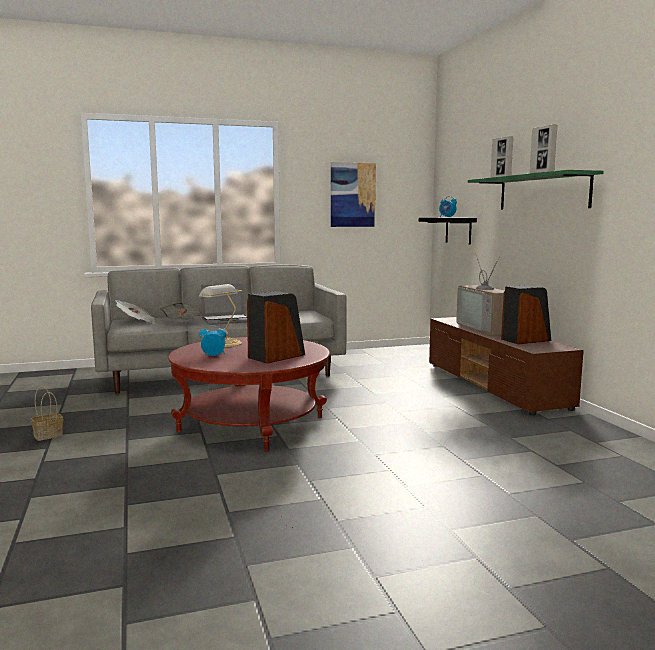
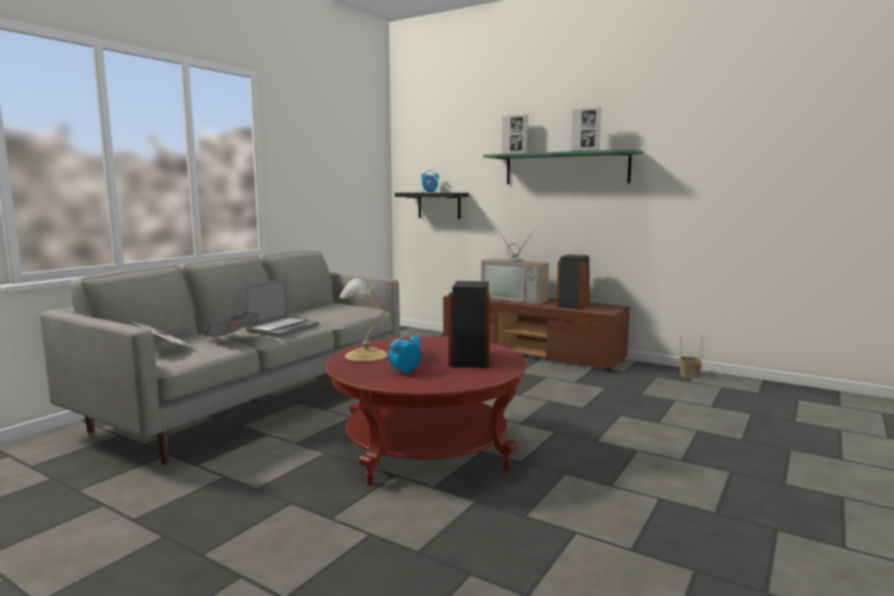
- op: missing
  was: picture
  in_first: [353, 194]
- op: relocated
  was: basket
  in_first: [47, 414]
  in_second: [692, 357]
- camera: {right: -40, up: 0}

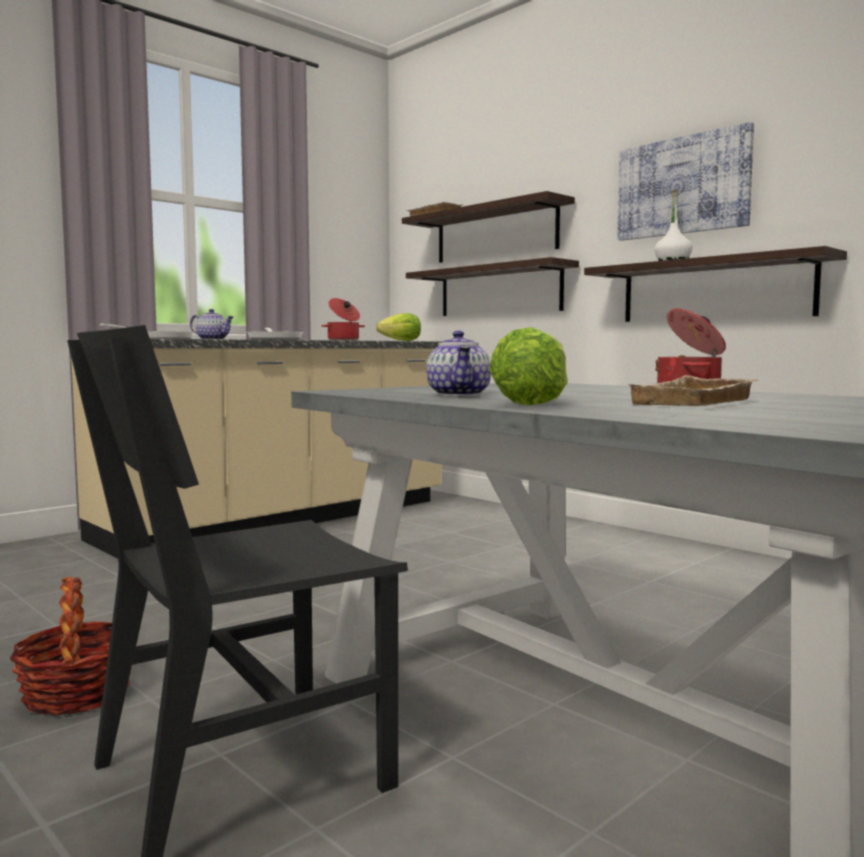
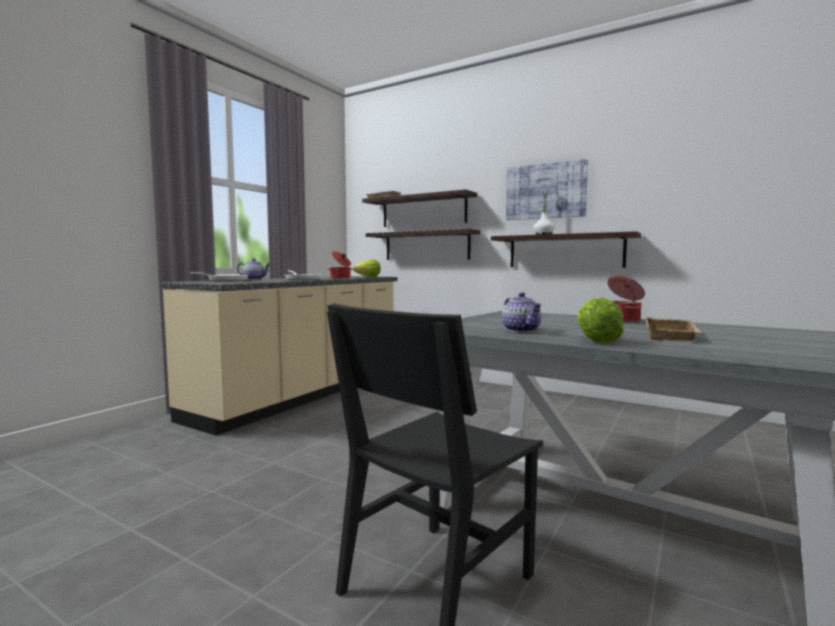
- op: missing
  was: basket
  in_first: [70, 646]
- camera: {right: -15, up: 0}

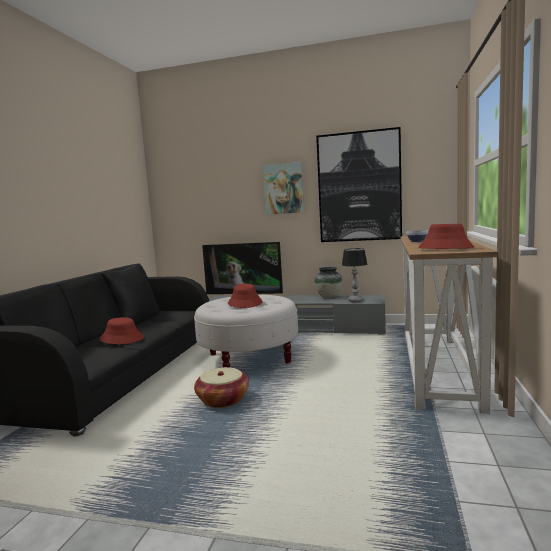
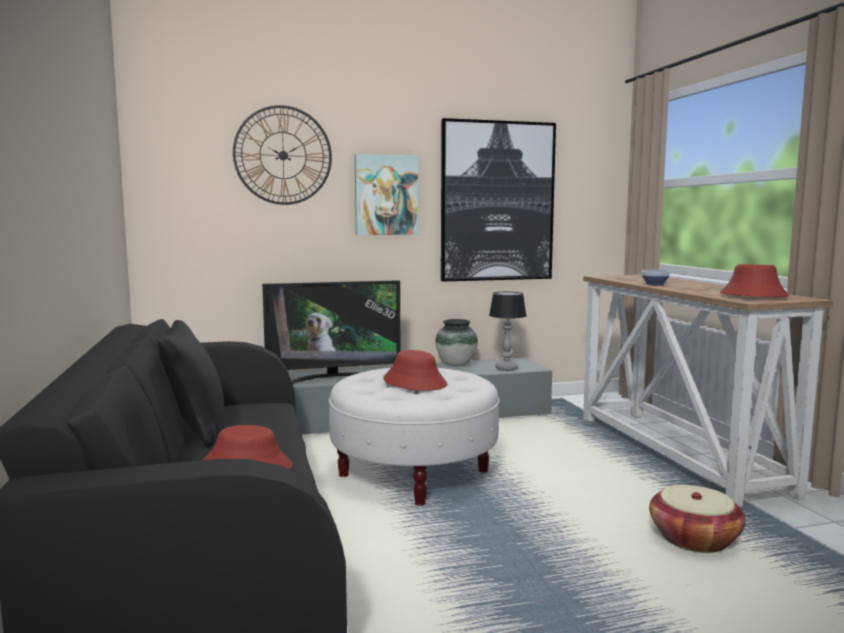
- op: appeared
  now: wall clock
  in_second: [282, 155]
- op: relocated
  was: basket
  in_first: [221, 387]
  in_second: [697, 519]
- camera: {right: -30, up: 0}

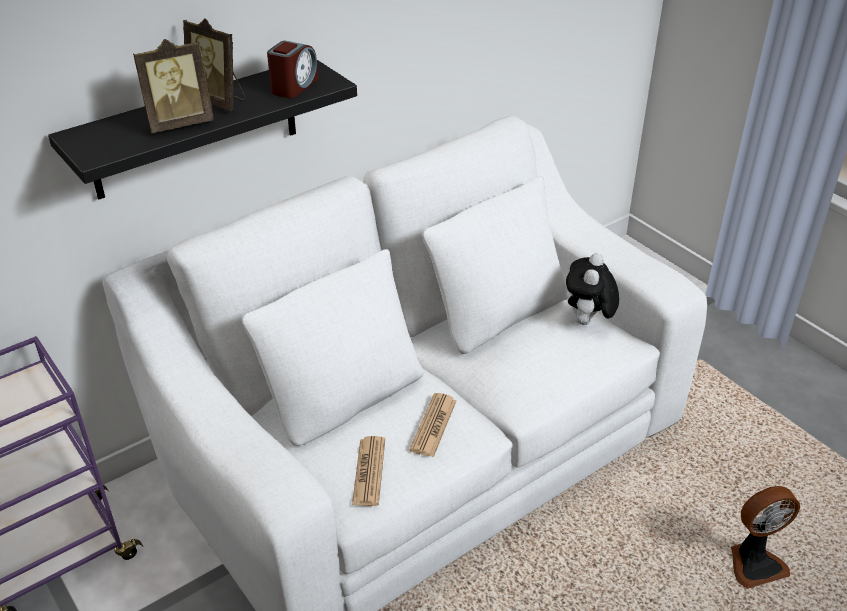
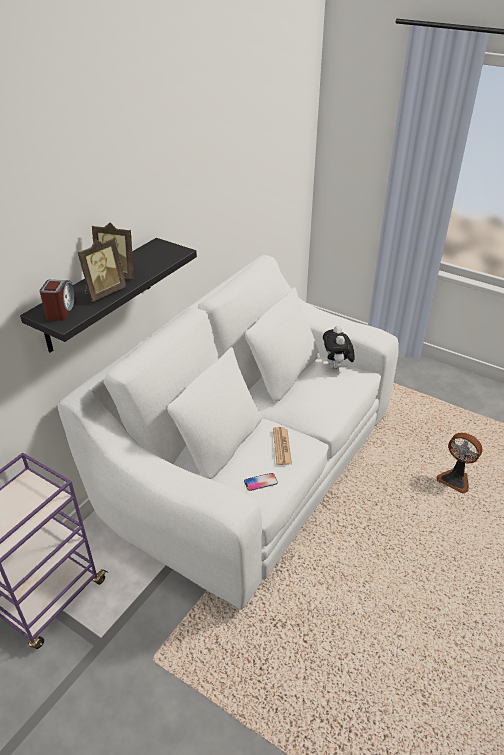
- op: relocated
  was: alarm clock
  in_first: [292, 69]
  in_second: [58, 300]
- op: exchanged
  was: newspaper
  now: phone
  in_first: [368, 471]
  in_second: [261, 482]
- op: spun
  was: fan
  in_first: [765, 537]
  in_second: [459, 463]
  clockwise: 75
- camera: {right: -20, up: 0}

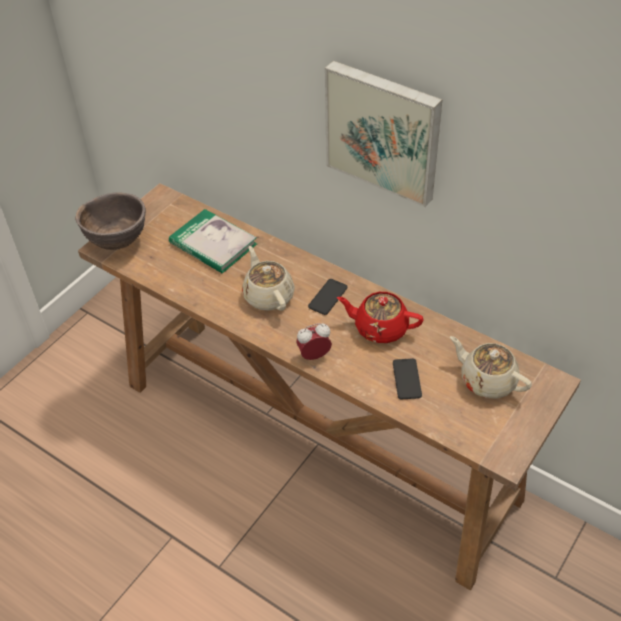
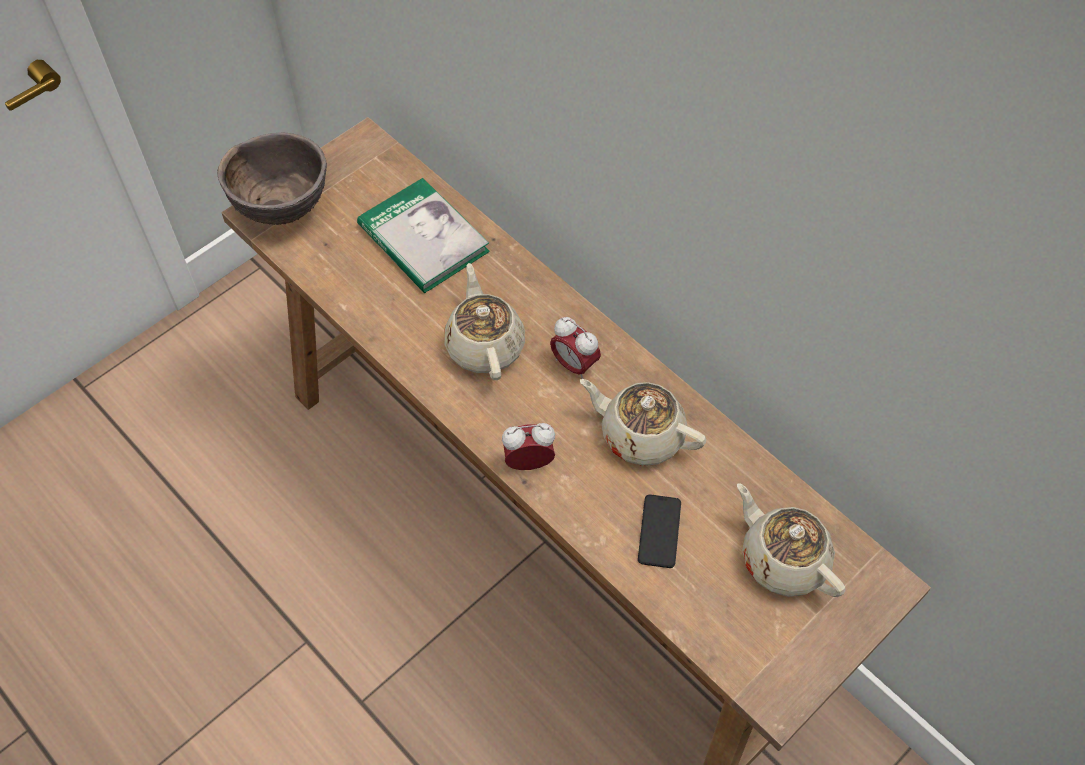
- op: missing
  was: picture
  in_first: [383, 134]
- op: exchanged
  was: phone
  now: alarm clock
  in_first: [327, 297]
  in_second: [575, 348]
- op: colour
  was: teapot (red)
  now: teapot (beige)
  in_first: [380, 317]
  in_second: [643, 422]
- camera: {right: 10, up: 10}

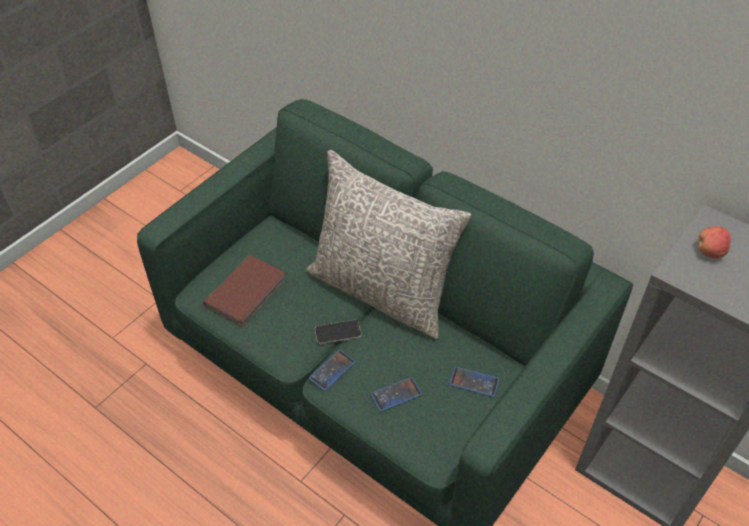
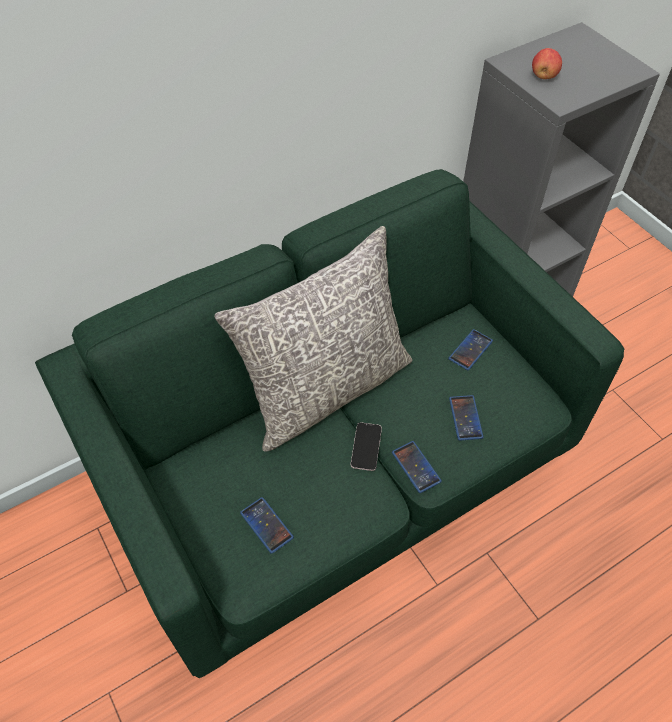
- op: exchanged
  was: book (brown)
  now: phone
  in_first: [244, 290]
  in_second: [267, 525]
- camera: {right: -70, up: 5}

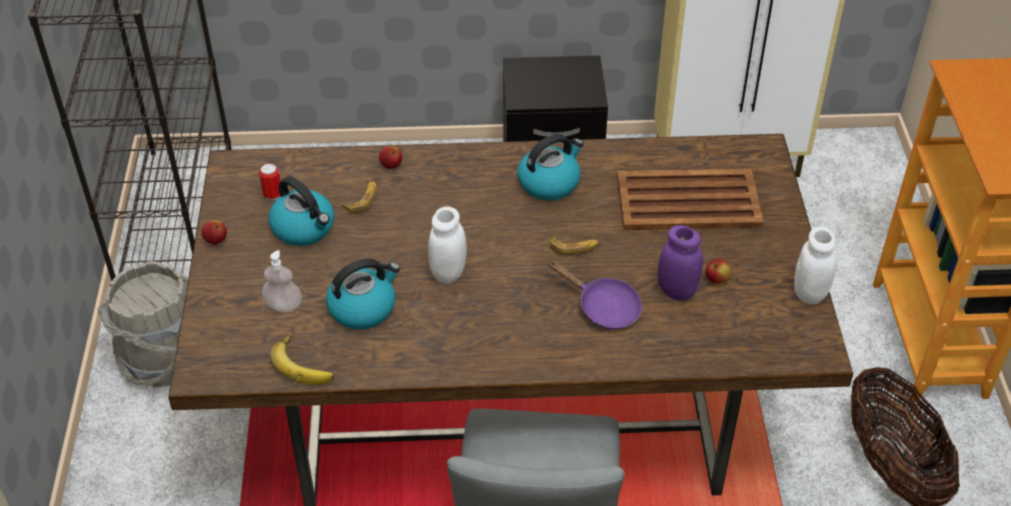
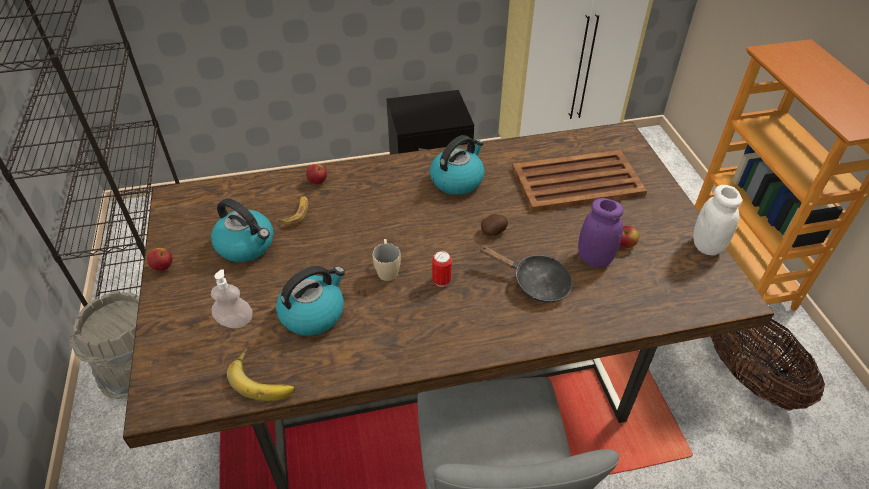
- op: relocated
  was: can
  in_first: [270, 181]
  in_second: [442, 269]
- op: exchanged
  was: jar (white)
  now: mug (beige)
  in_first: [447, 245]
  in_second: [387, 260]
- op: exchanged
  was: banana
  now: potato
  in_first: [575, 245]
  in_second: [494, 225]
- op: colour
  was: frying pan (purple)
  now: frying pan (black)
  in_first: [595, 295]
  in_second: [525, 274]
- camera: {right: -10, up: 0}

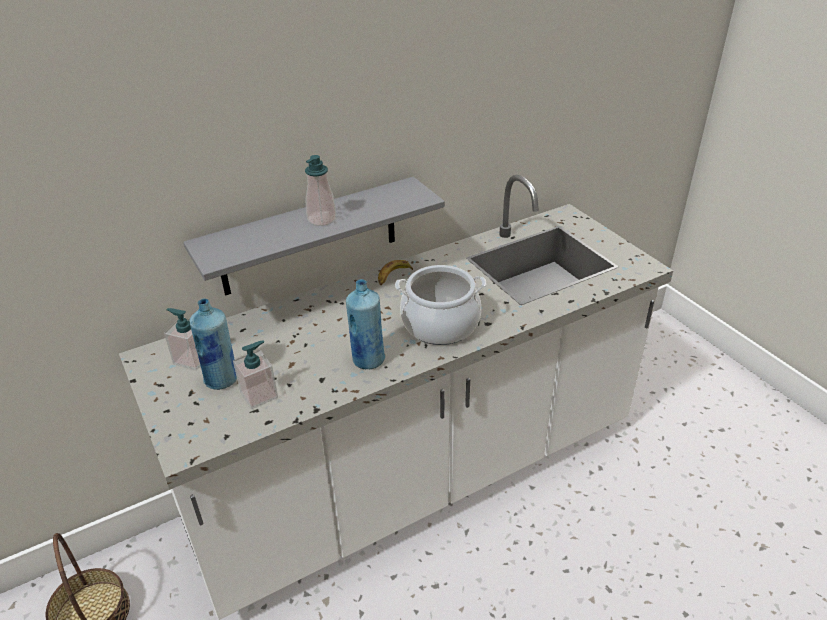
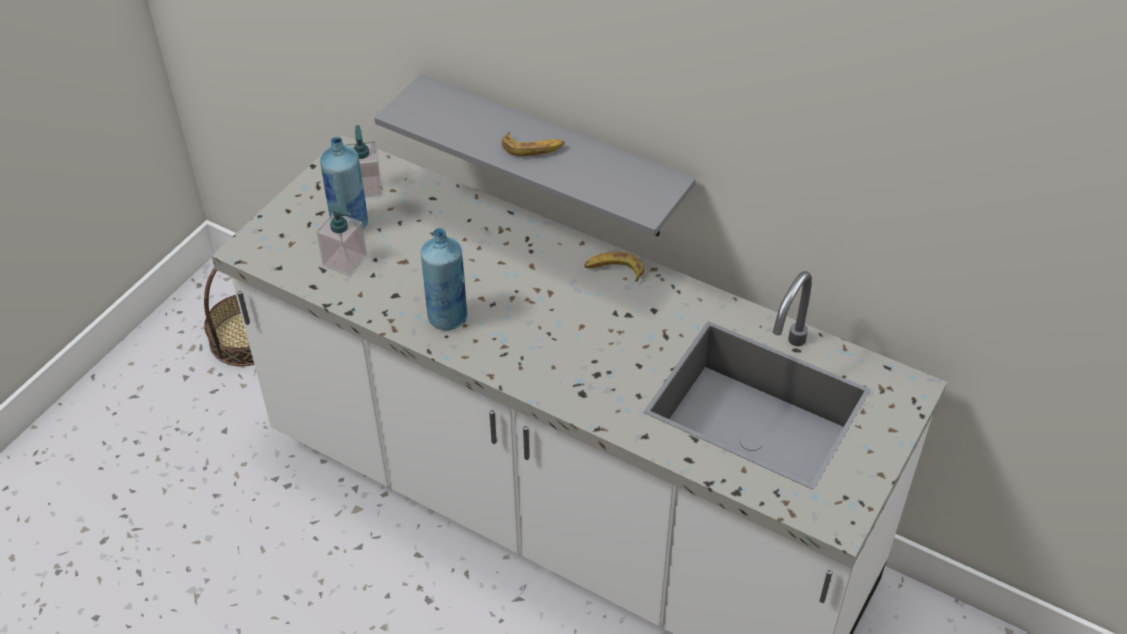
- op: missing
  was: cooking pot
  in_first: [440, 305]
- op: exchanged
  was: soap dispenser
  now: banana
  in_first: [320, 190]
  in_second: [533, 144]
- camera: {right: 60, up: 10}

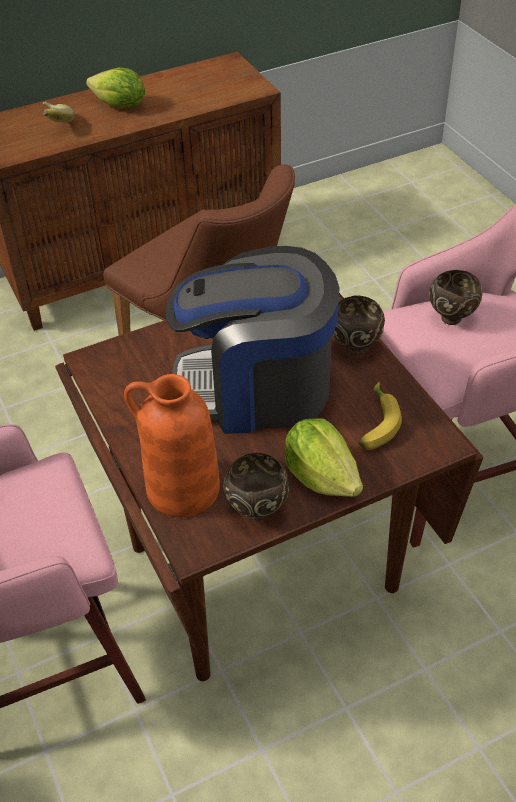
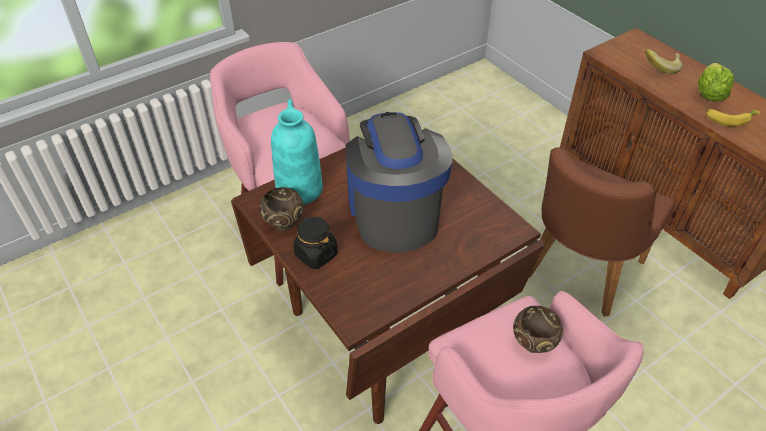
- op: missing
  was: bowl (brown)
  in_first: [358, 325]
- op: relocated
  was: banana
  in_first: [380, 416]
  in_second: [733, 118]
- op: exchanged
  was: lettuce
  now: jar (black)
  in_first: [323, 458]
  in_second: [316, 243]
- op: colour
  was: vase (orange)
  now: vase (turquoise)
  in_first: [172, 445]
  in_second: [297, 151]
- camera: {right: 80, up: 0}

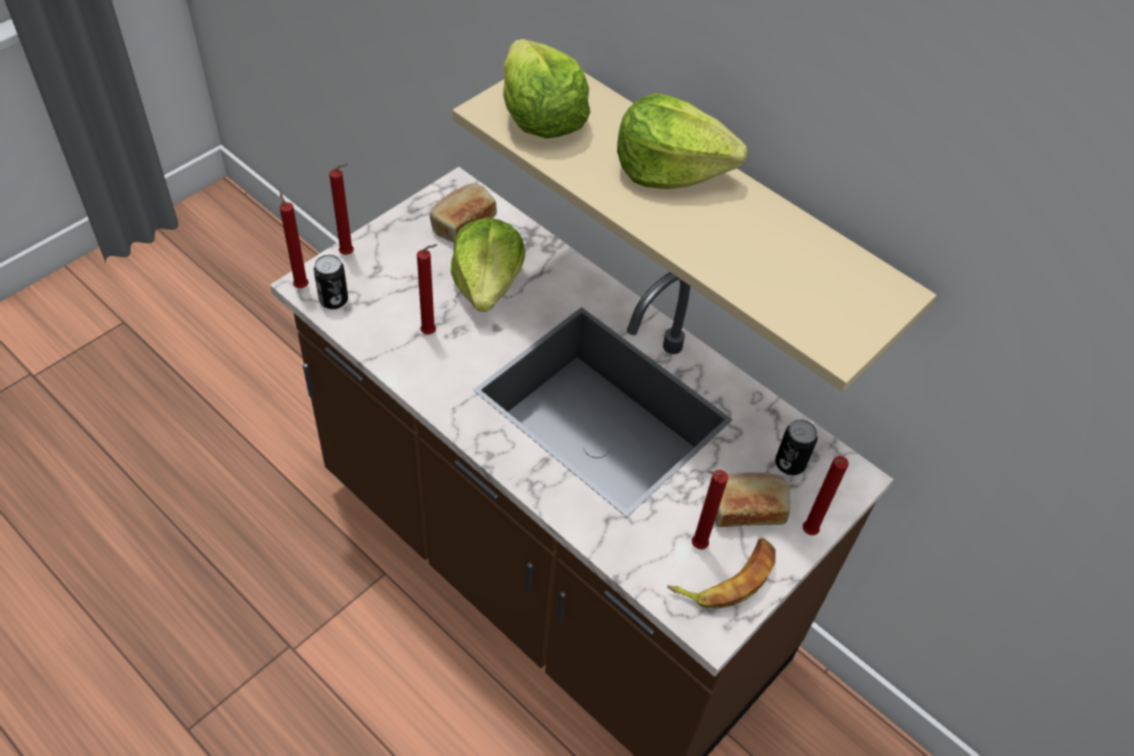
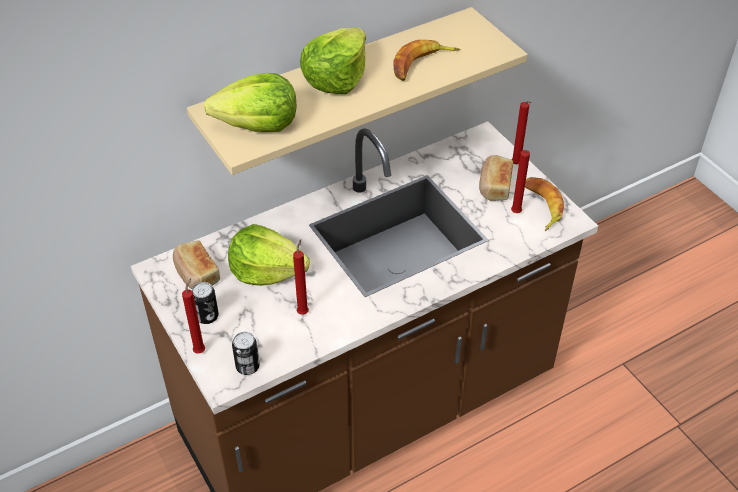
- op: missing
  was: candle (red)
  in_first: [293, 238]
- op: appeared
  now: banana
  in_second: [427, 60]
- op: relocated
  was: can
  in_first: [796, 447]
  in_second: [205, 303]
- camera: {right: -70, up: -5}

